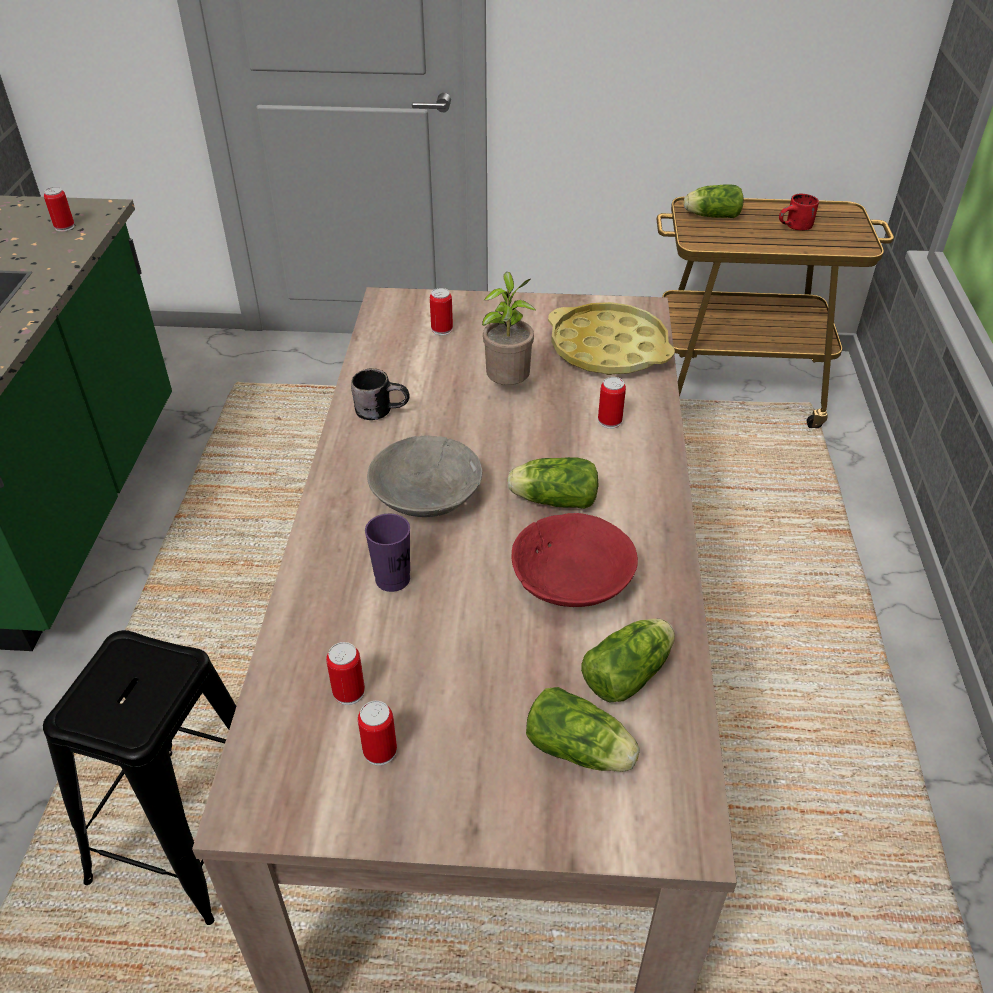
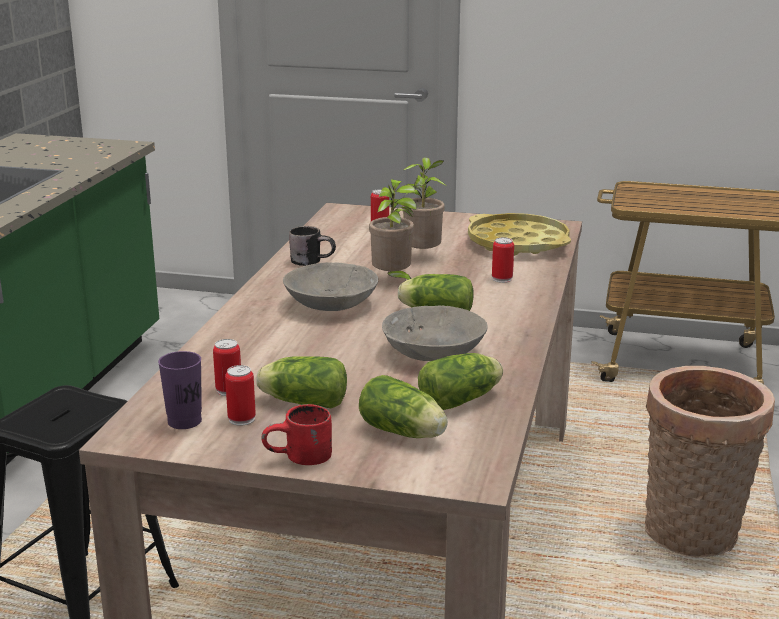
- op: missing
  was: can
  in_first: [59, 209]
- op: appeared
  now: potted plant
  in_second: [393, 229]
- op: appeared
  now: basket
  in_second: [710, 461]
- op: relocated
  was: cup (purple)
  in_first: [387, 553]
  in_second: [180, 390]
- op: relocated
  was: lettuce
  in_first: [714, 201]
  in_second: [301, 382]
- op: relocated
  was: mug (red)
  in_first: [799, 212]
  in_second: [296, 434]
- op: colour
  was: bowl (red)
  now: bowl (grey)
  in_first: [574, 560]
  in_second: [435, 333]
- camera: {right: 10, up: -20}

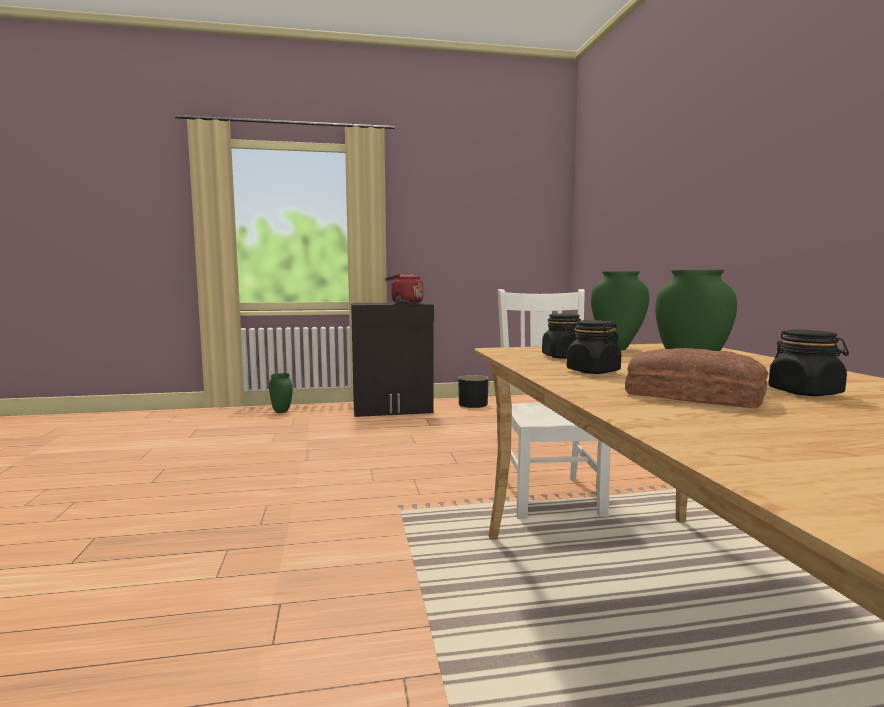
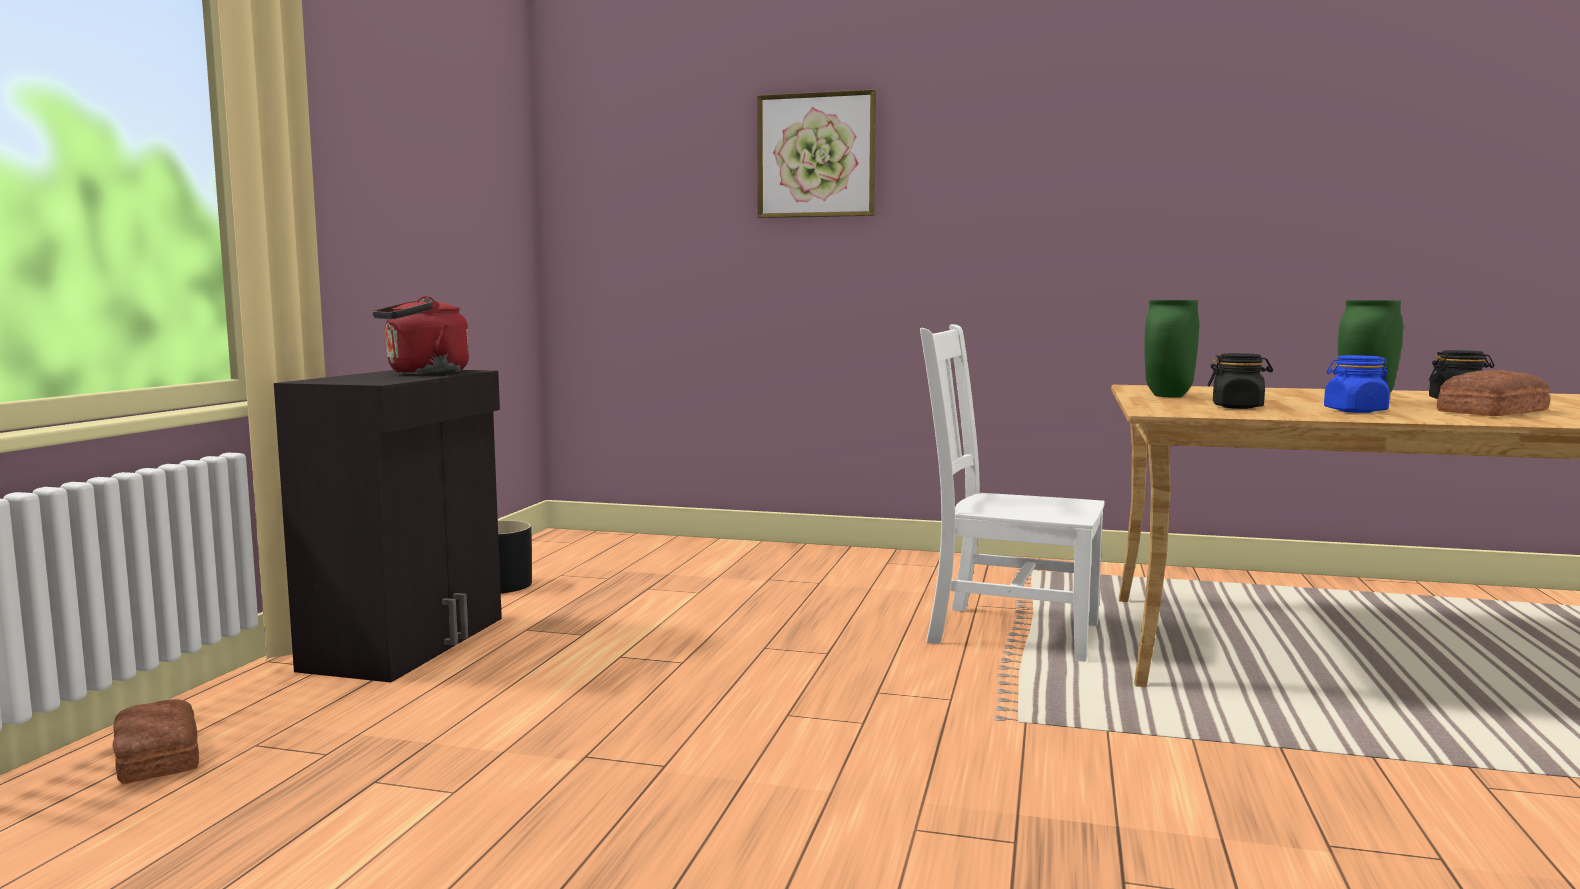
- op: appeared
  now: picture
  in_second: [816, 153]
- op: exchanged
  was: vase (green)
  now: bread
  in_first: [281, 393]
  in_second: [155, 741]
- op: colour
  was: jar (black)
  now: jar (blue)
  in_first: [593, 347]
  in_second: [1357, 384]
- camera: {right: -65, up: 0}

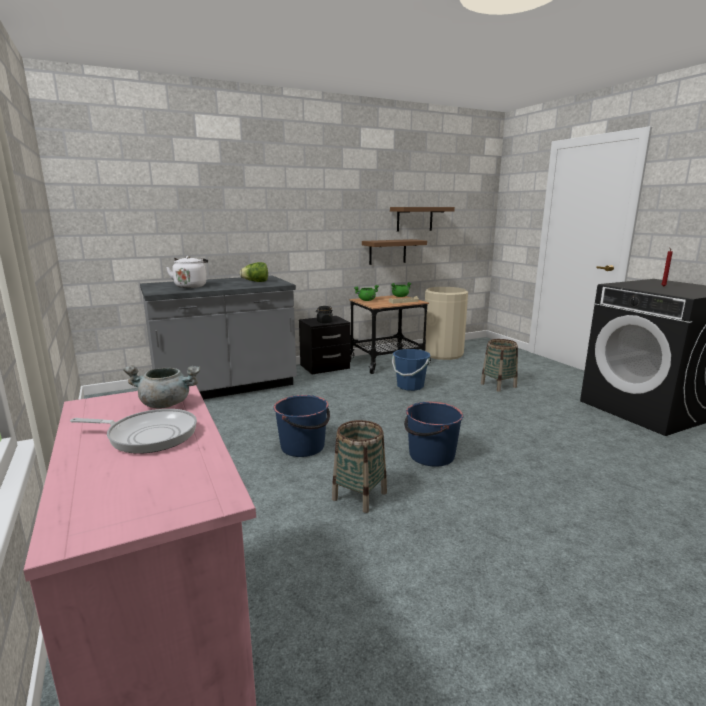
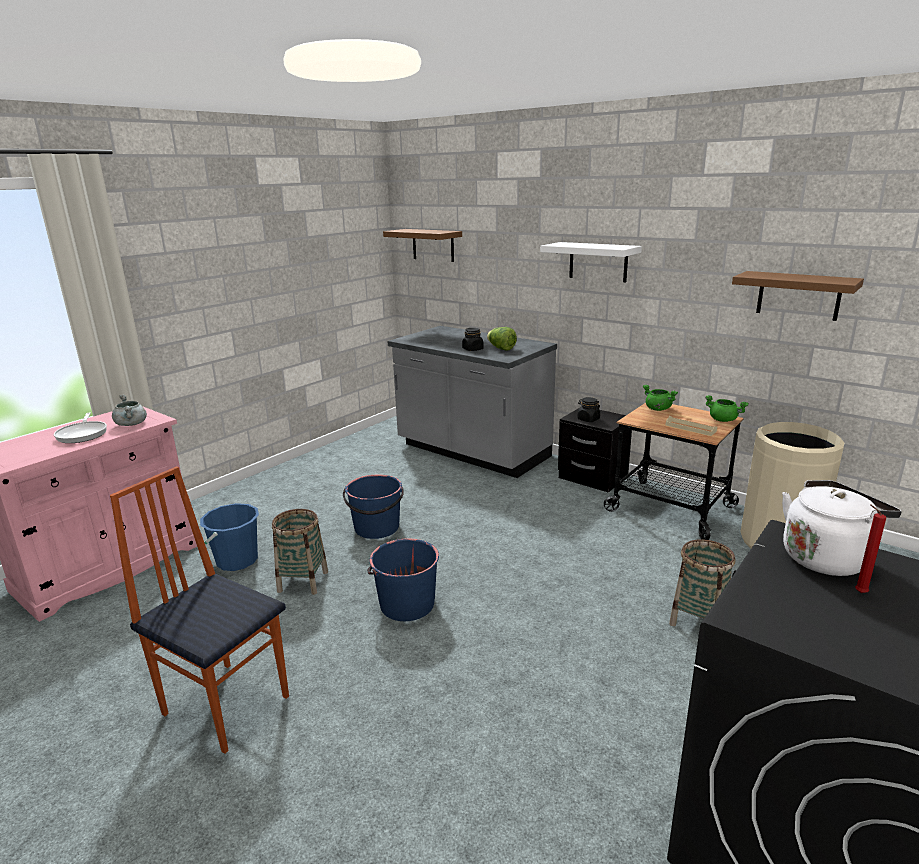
- op: appeared
  now: chair
  in_second: [199, 610]
- op: appeared
  now: jar (black)
  in_second: [473, 339]
- op: appeared
  now: shelf (white)
  in_second: [591, 262]
- op: relocated
  was: kettle (white)
  in_first: [187, 272]
  in_second: [842, 528]
- op: relocated
  was: shelf (brown)
  in_first: [394, 252]
  in_second: [422, 245]
- op: relocated
  was: bucket (blue)
  in_first: [411, 370]
  in_second: [229, 537]
- camera: {right: 65, up: 5}

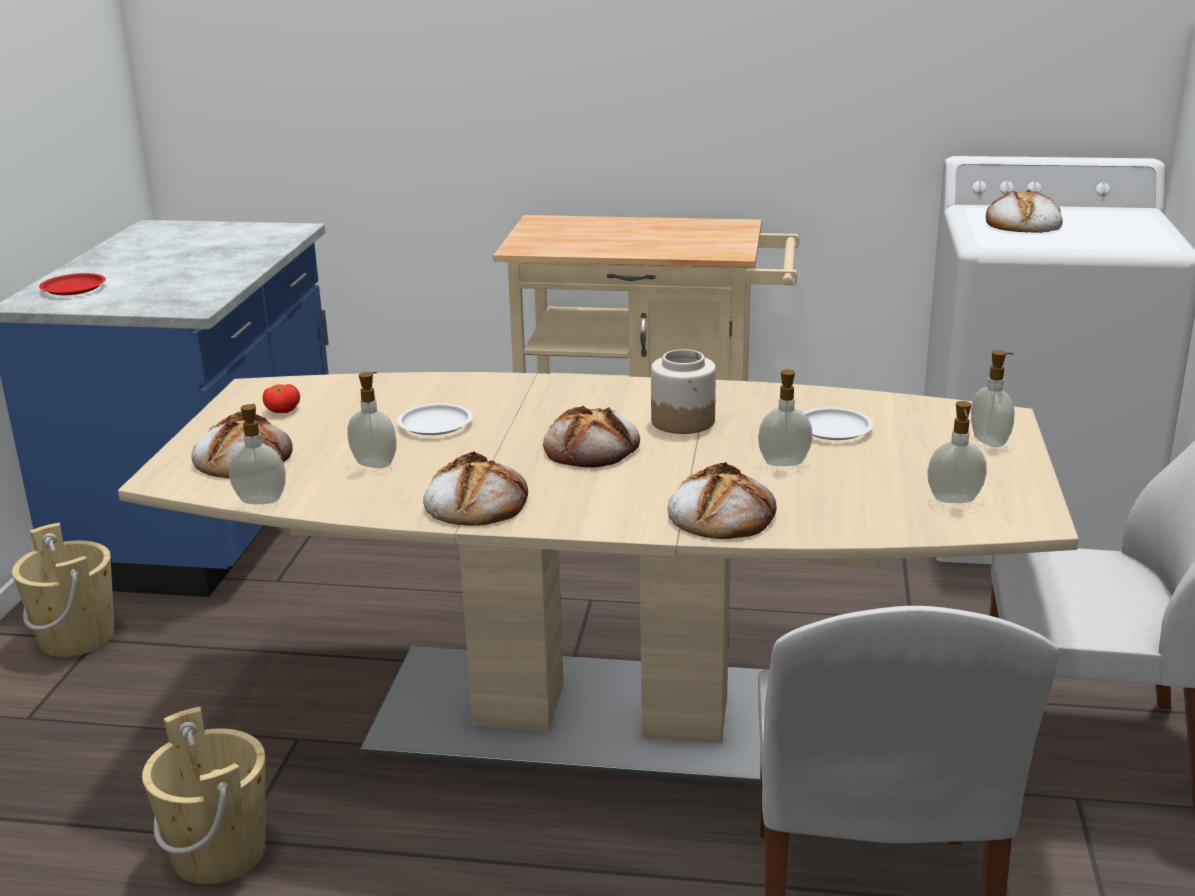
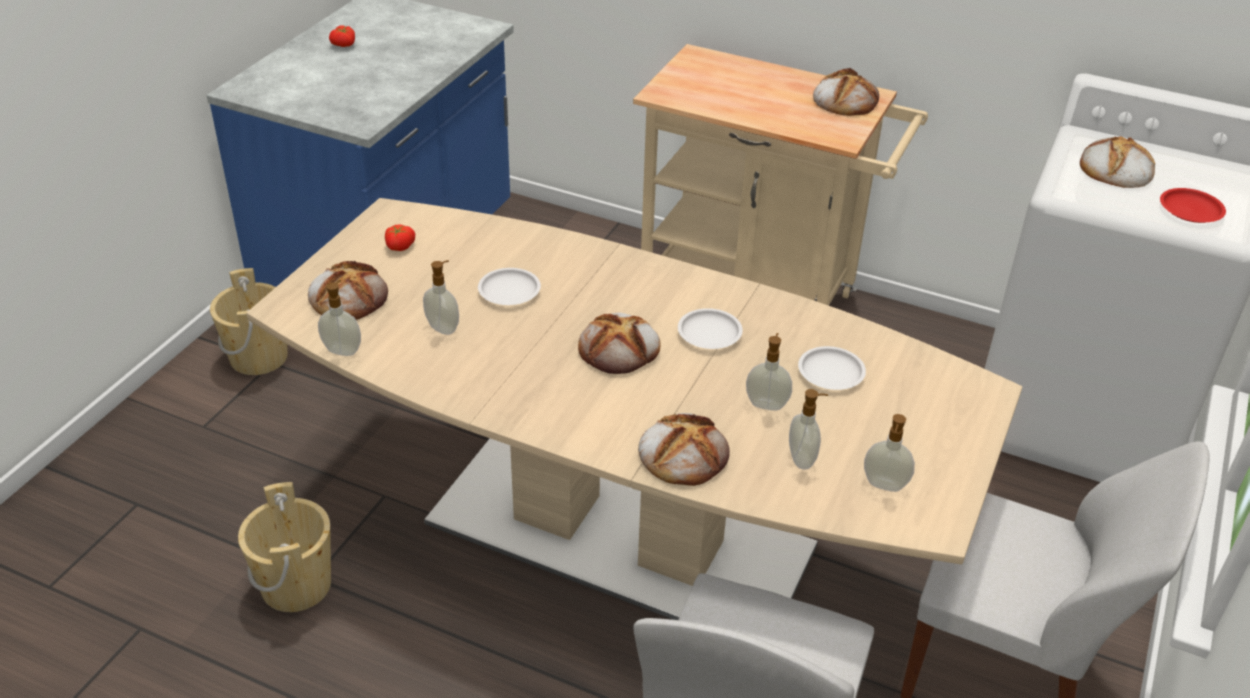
- op: appeared
  now: tomato
  in_second: [342, 36]
- op: relocated
  was: plate (red)
  in_first: [72, 284]
  in_second: [1193, 205]
- op: relocated
  was: bread
  in_first: [475, 488]
  in_second: [846, 92]
- op: relocated
  was: soap dispenser
  in_first: [993, 398]
  in_second: [808, 429]
- op: exchanged
  was: jar
  now: plate (white)
  in_first: [683, 391]
  in_second: [710, 328]
- camera: {right: 15, up: 15}

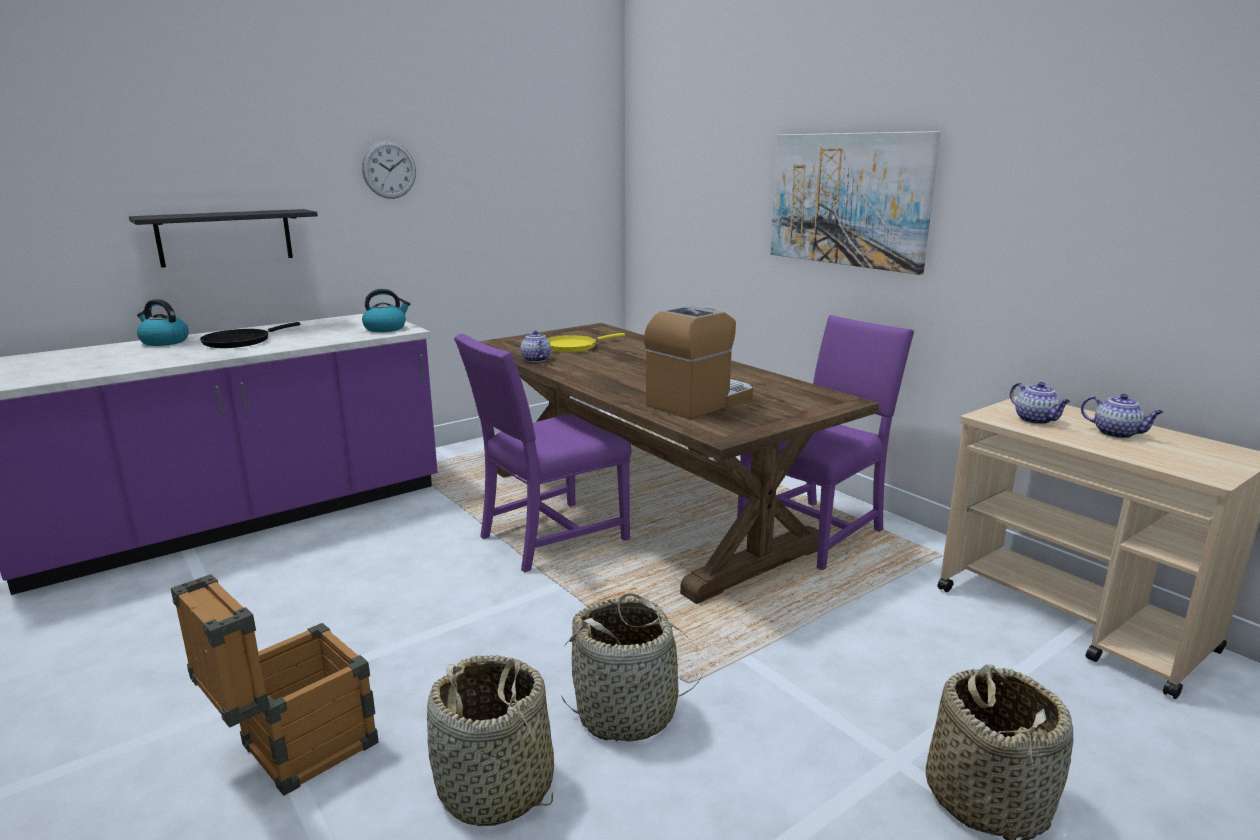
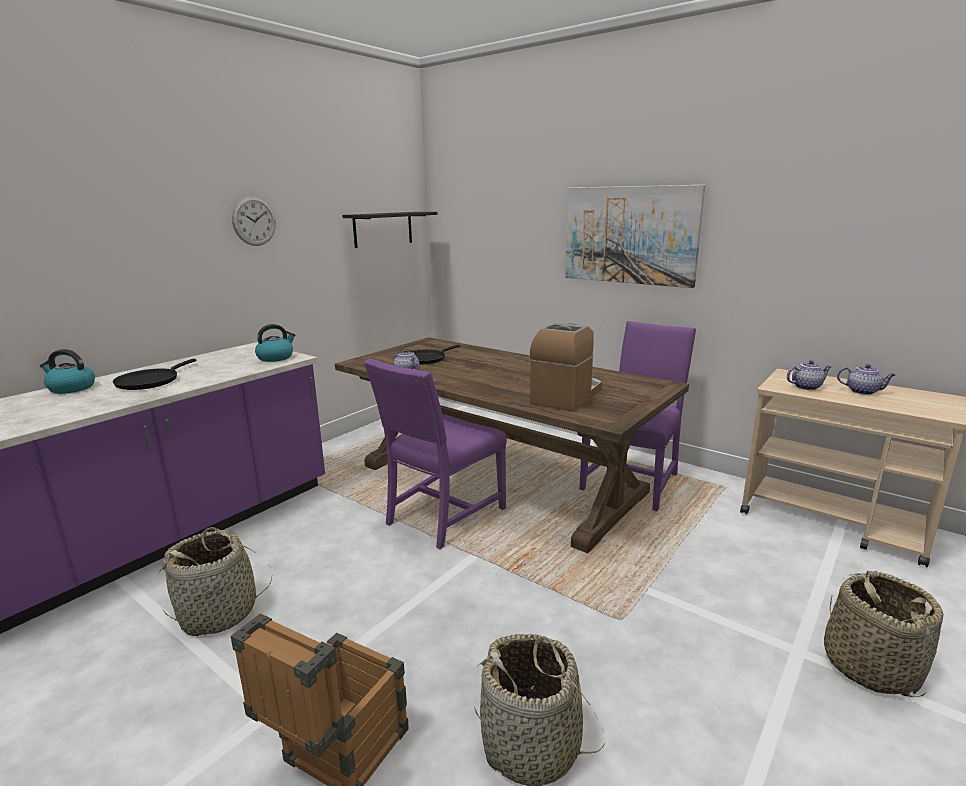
- op: relocated
  was: shelf (black)
  in_first: [223, 238]
  in_second: [390, 230]
- op: relocated
  was: basket
  in_first: [632, 667]
  in_second: [215, 581]
- op: colour
  was: frying pan (yellow)
  now: frying pan (black)
  in_first: [586, 342]
  in_second: [434, 355]
- op: spun
  was: teapot
  in_first: [1040, 403]
  in_second: [809, 375]
  clockwise: -60
- camera: {right: -15, up: 0}

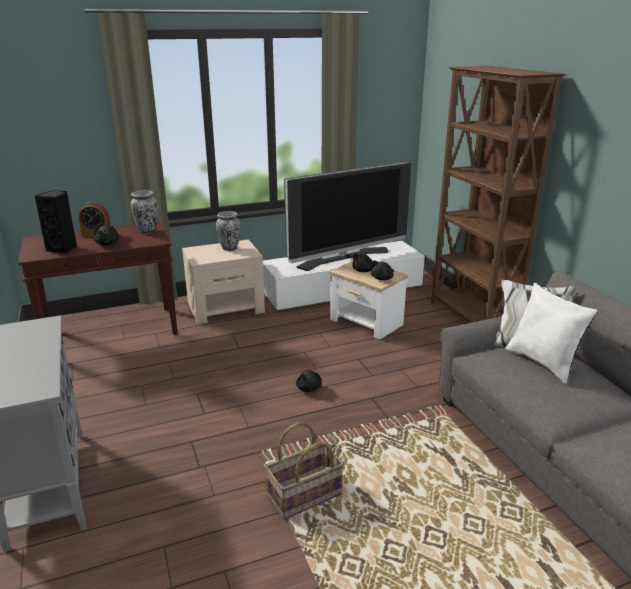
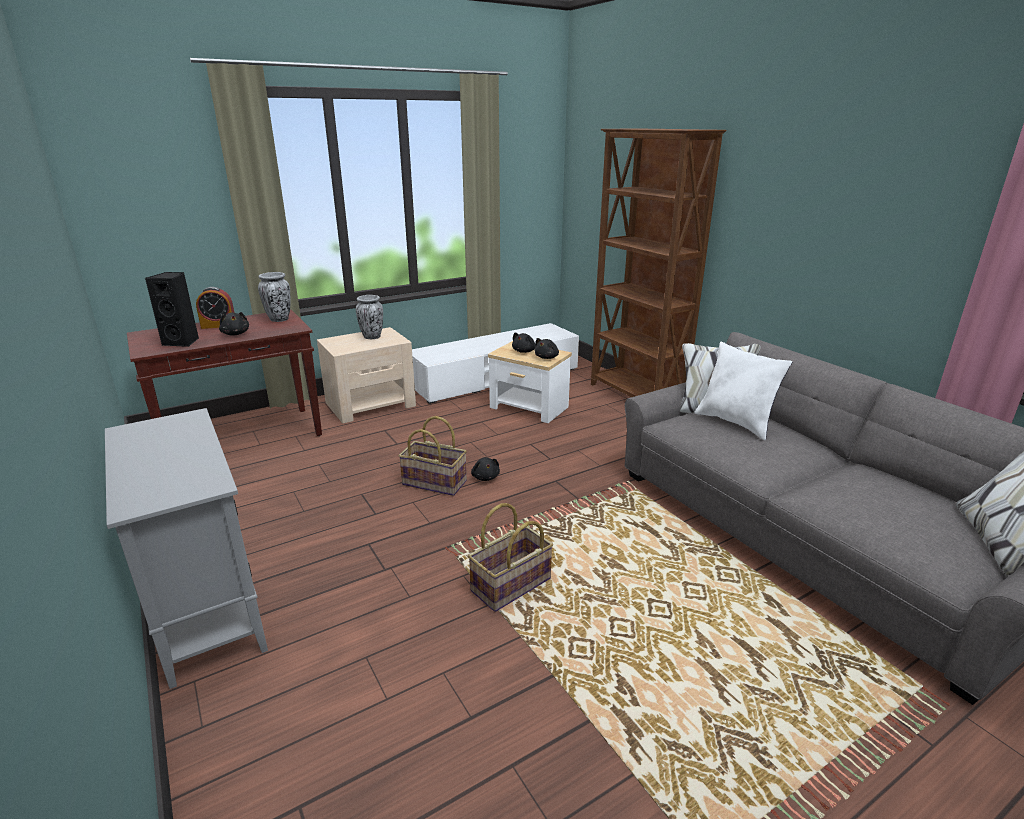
- op: missing
  was: television
  in_first: [347, 216]
- op: appeared
  now: basket
  in_second: [432, 456]
- camera: {right: -10, up: 0}

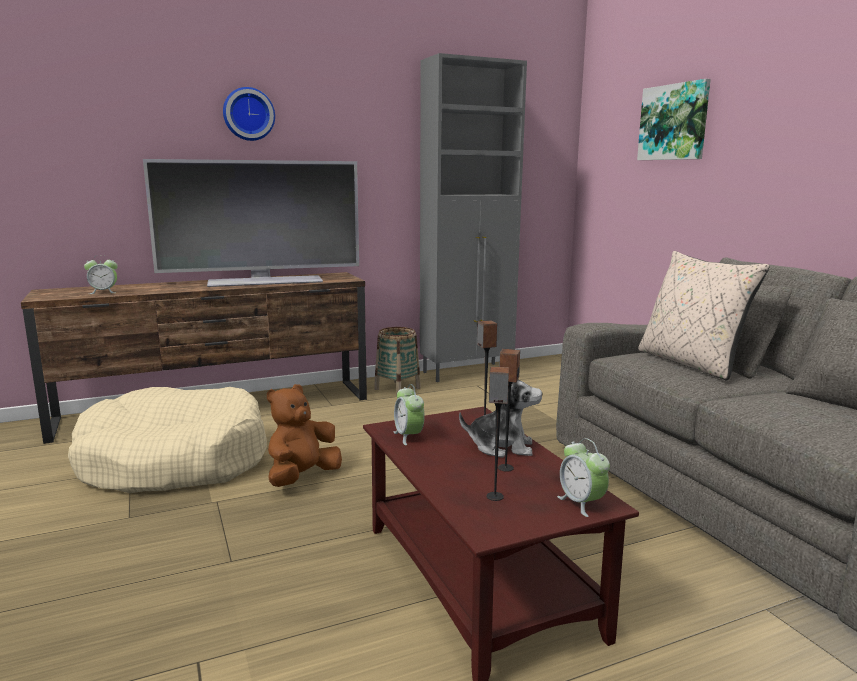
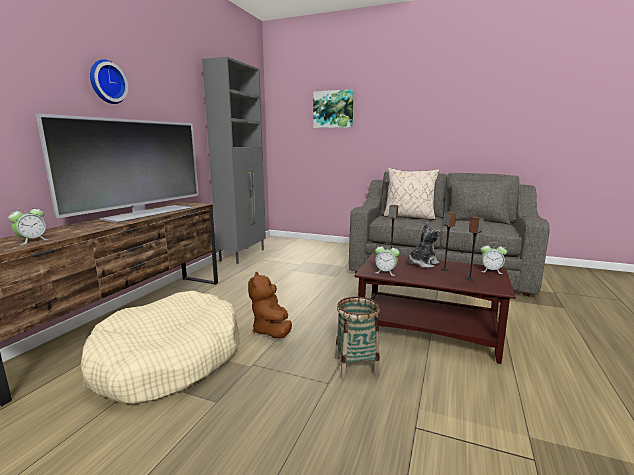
- op: relocated
  was: basket
  in_first: [397, 361]
  in_second: [357, 338]
- camera: {right: -45, up: 0}

